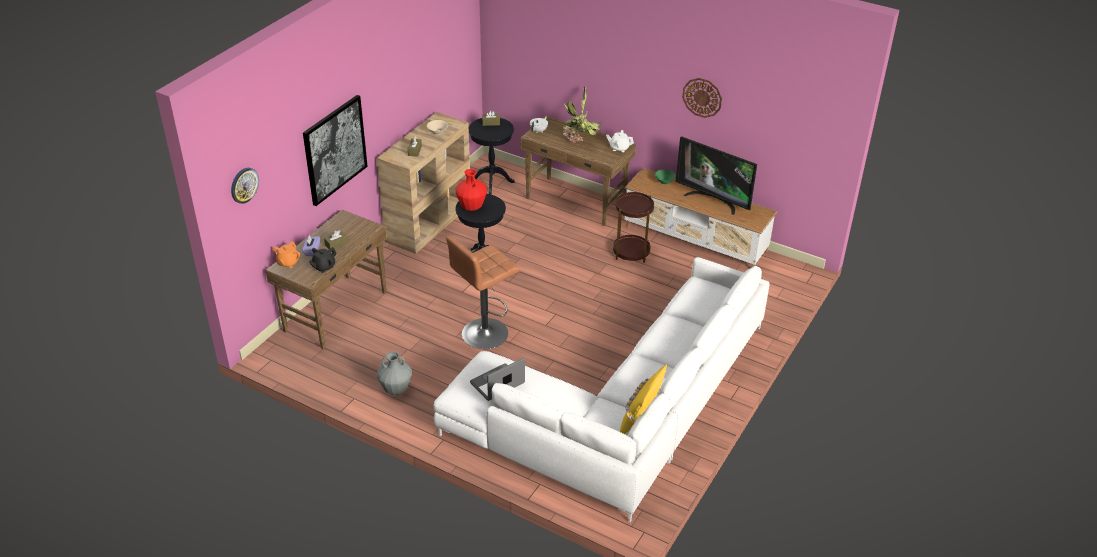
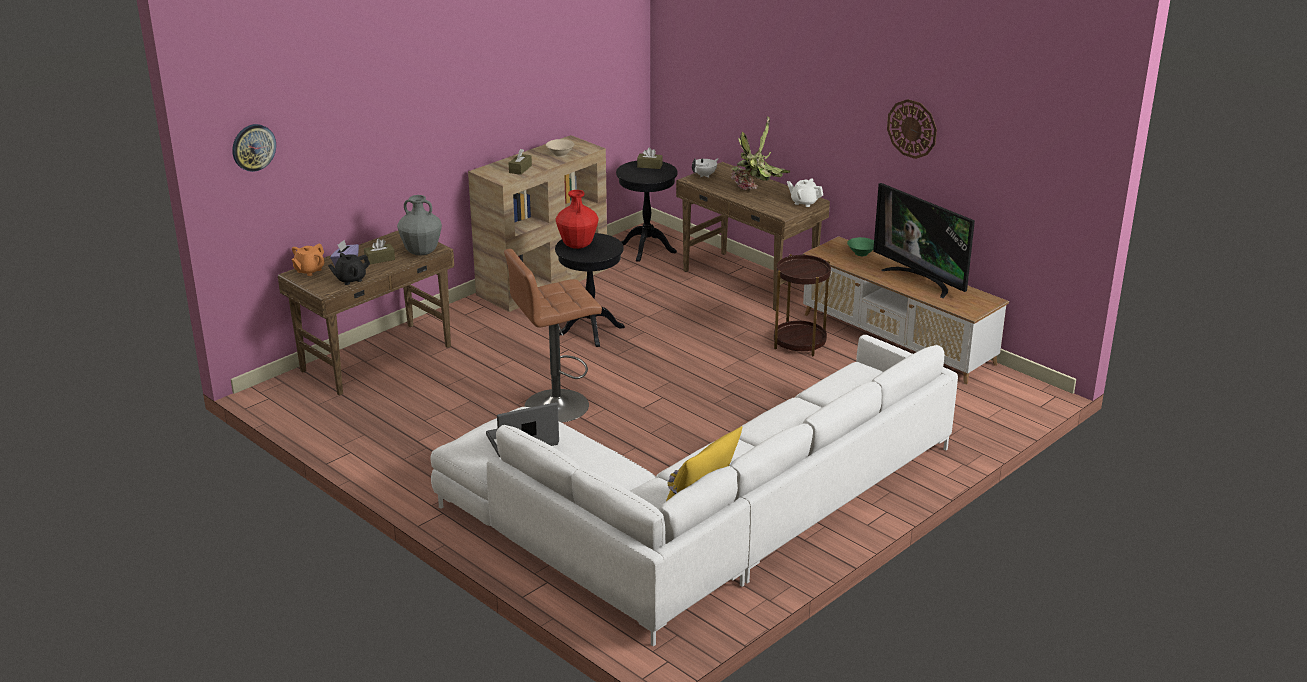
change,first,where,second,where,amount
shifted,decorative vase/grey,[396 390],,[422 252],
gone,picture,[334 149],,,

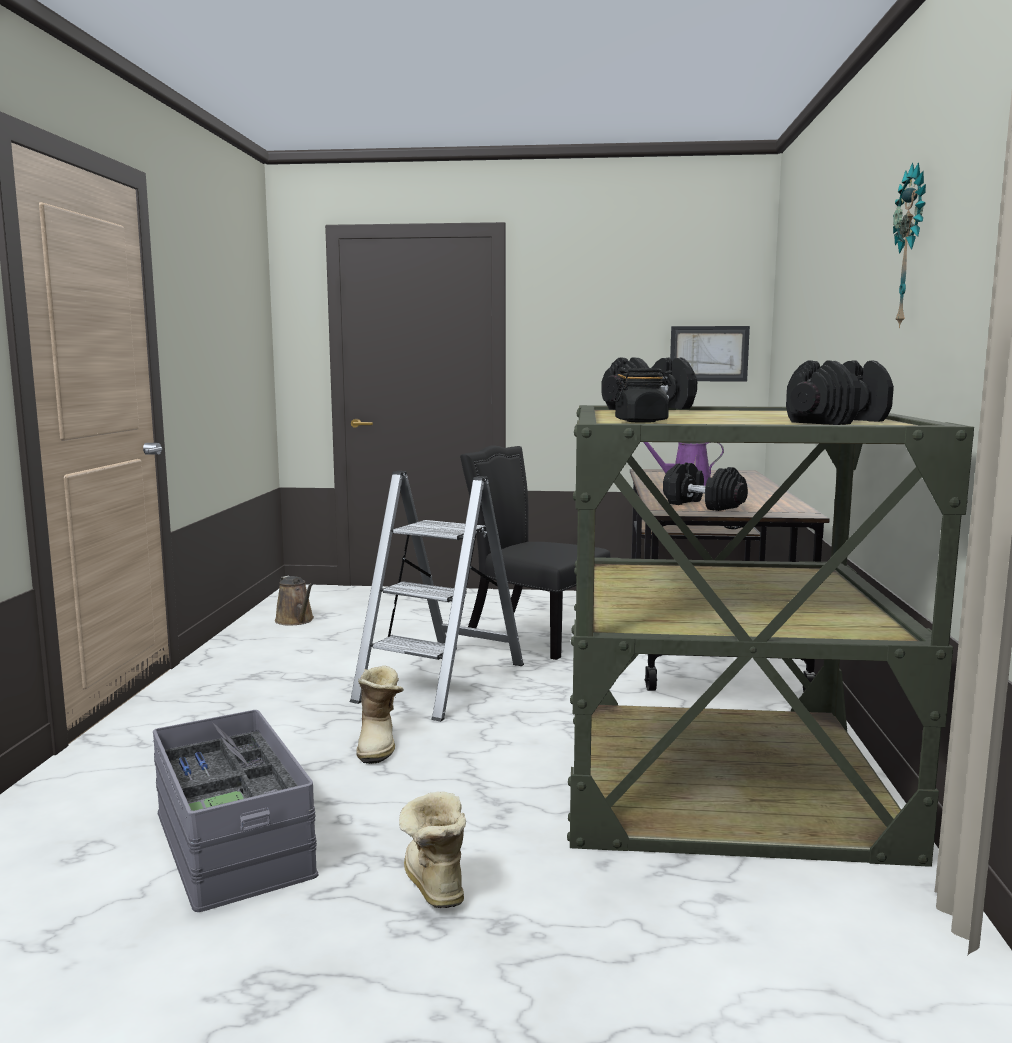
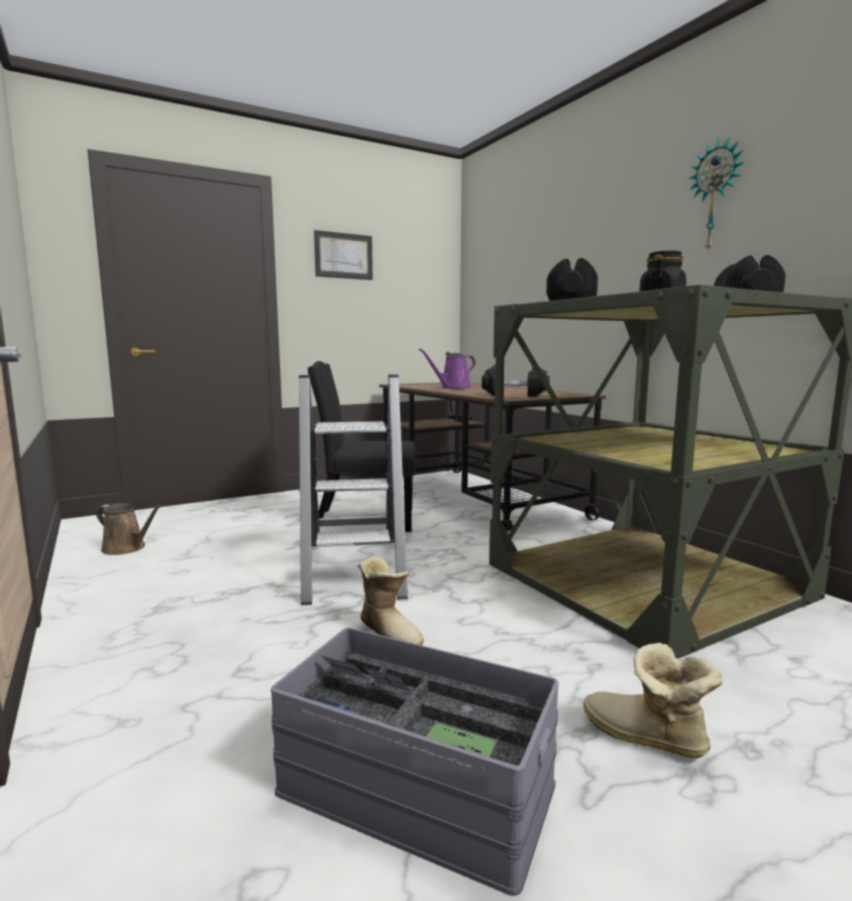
change,first,where,second,where,amount
shifted,picture,[709 353],,[343 256],

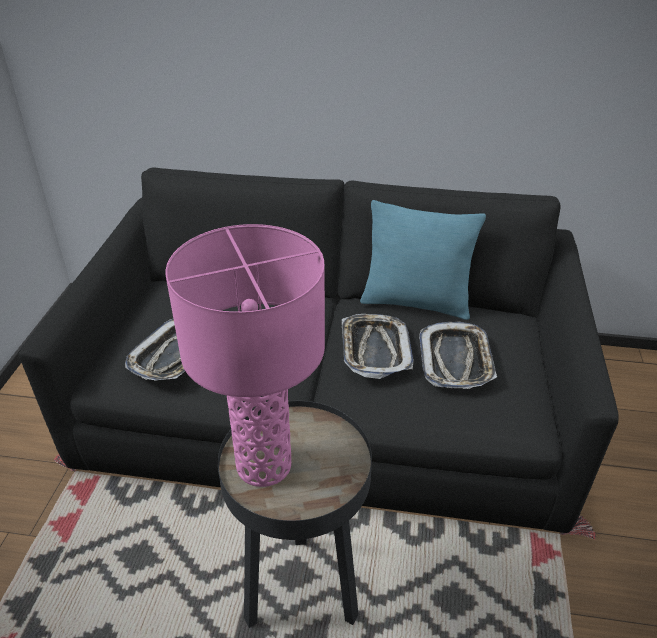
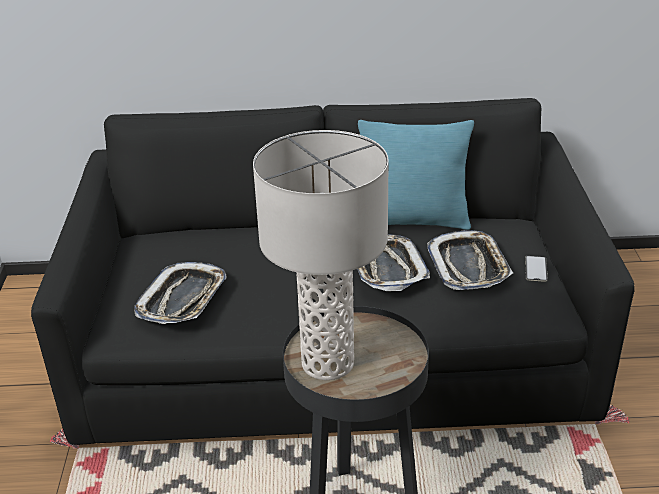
change,first,where,second,where,amount
repainted,lamp for a table/pink-coloured,[263 465],lamp for a table/whitish,[327 363],
new,,,handset,[536 269],

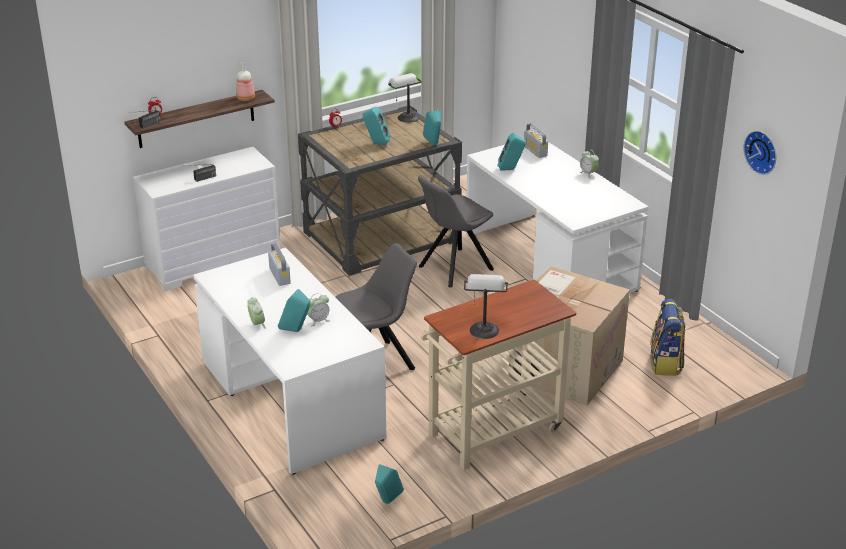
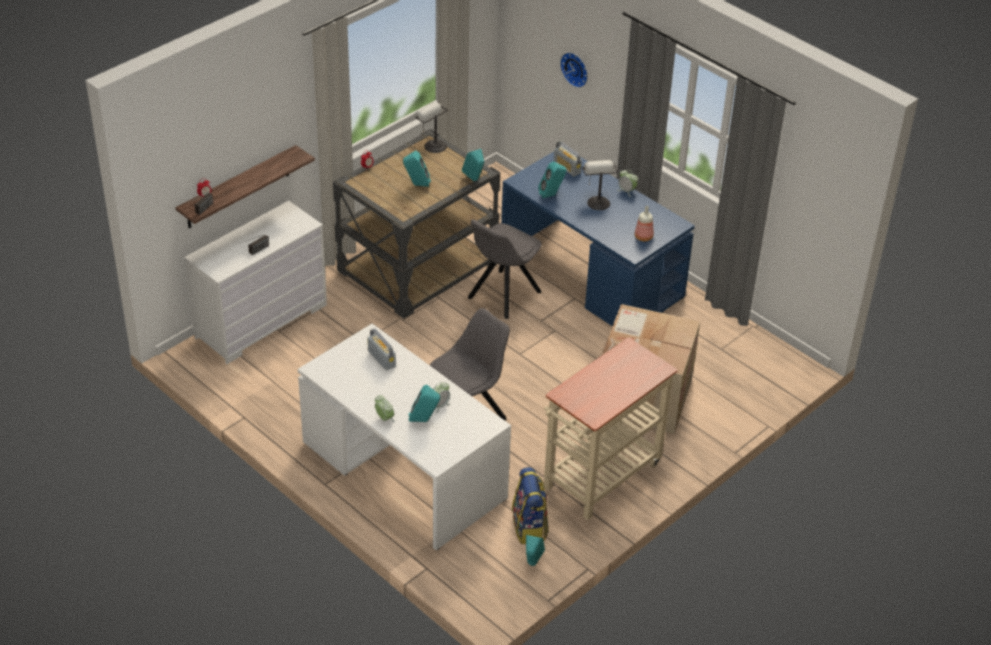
change,first,where,second,where,amount
repainted,desk unit/whitish,[550 262],desk unit/bluish,[591 274],
shifted,backpack,[666 363],,[530 527],
shifted,wall clock,[762 151],,[576 68],
shifted,lamp for a table,[483 326],,[597 200],
shifted,bottle,[246 99],,[644 237],

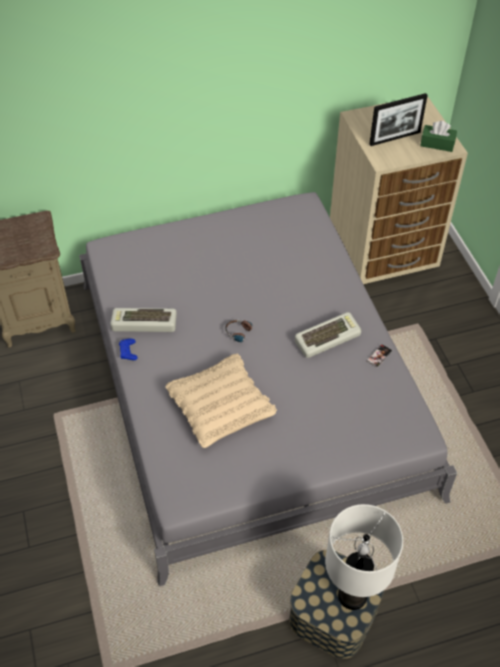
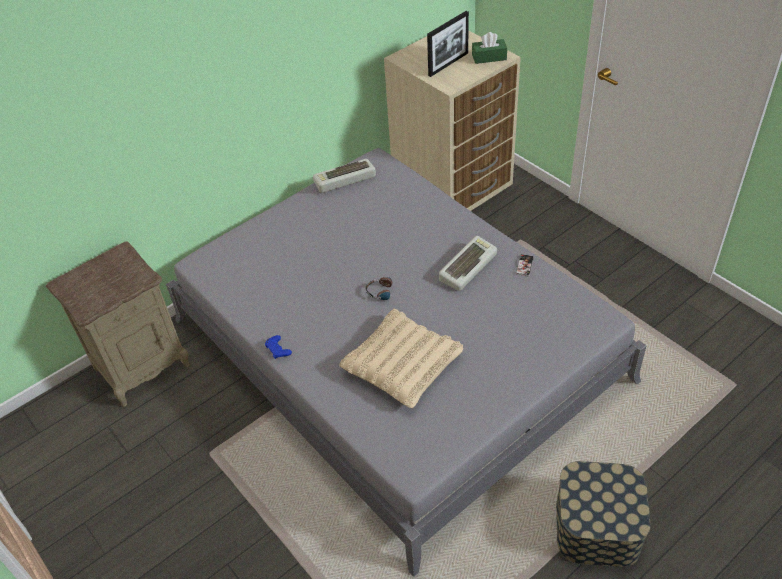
change,first,where,second,where,amount
shifted,computer keyboard,[143 324],,[344 180],
gone,lamp for a table/whitish,[353 595],,,

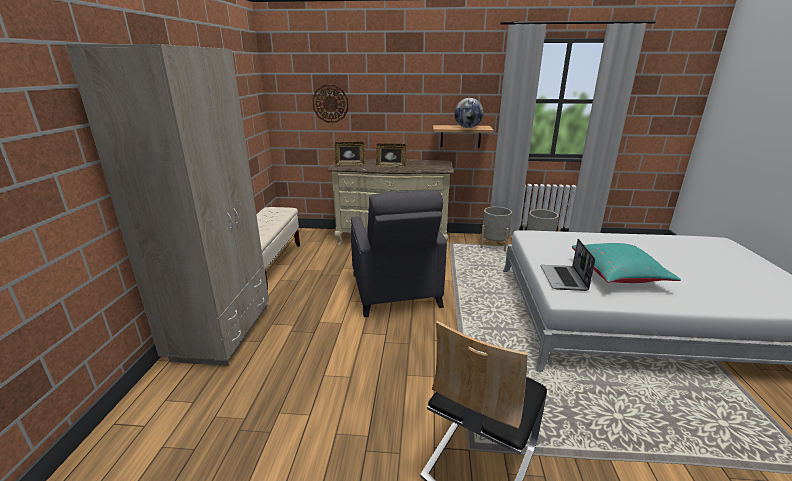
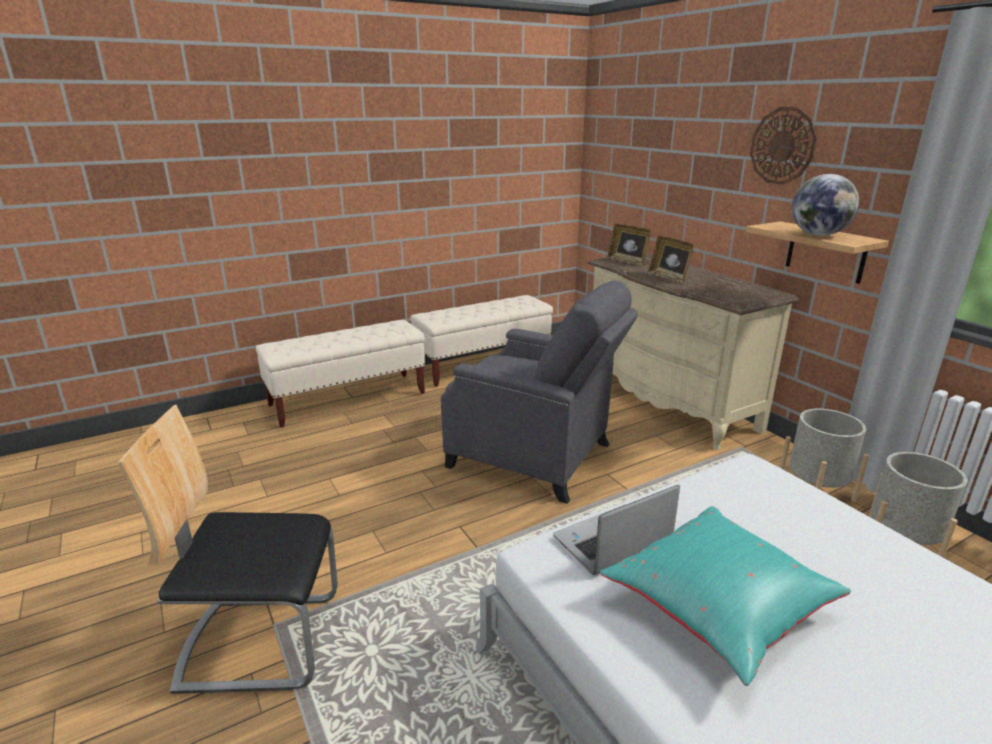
change,first,where,second,where,amount
swapped,armoire/beige-coloured,[222 332],indoor bench/beige-coloured,[348 399],
rotated,armchair/grey,[395 292],,[535 457],105 degrees counterclockwise
shifted,wall clock,[330 103],,[782 146],

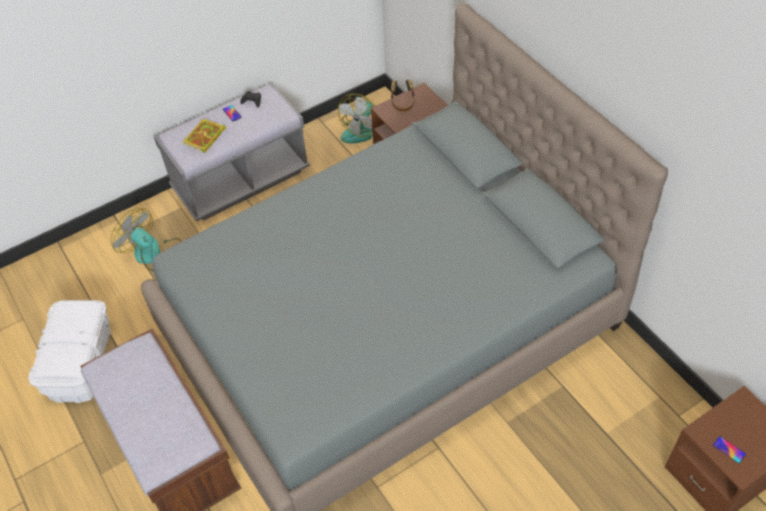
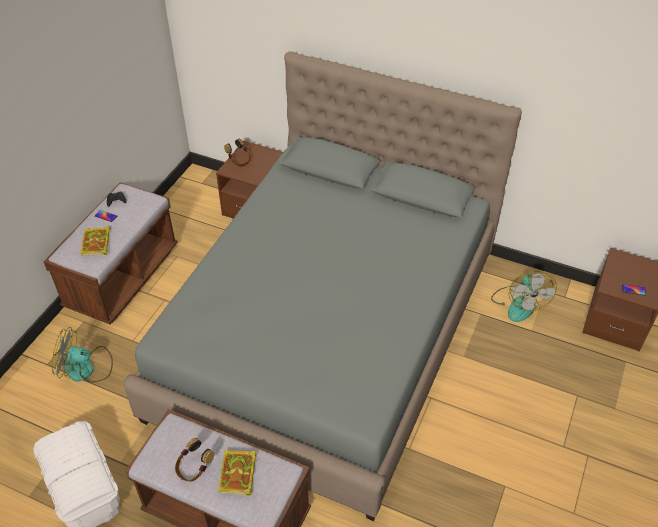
change,first,where,second,where,amount
repainted,indoor bench/grey,[241 180],indoor bench/brown-coloured,[123 278],
new,,,headset,[194 468],
new,,,bound book,[238 475],
shifted,cooling fan,[361 130],,[519 303],

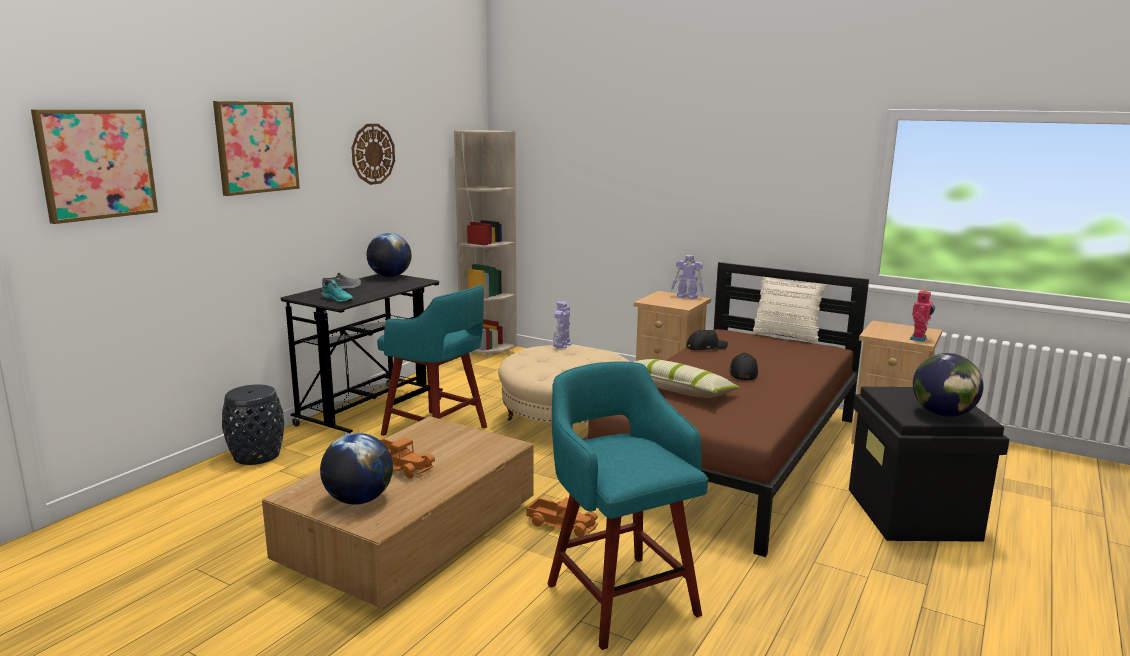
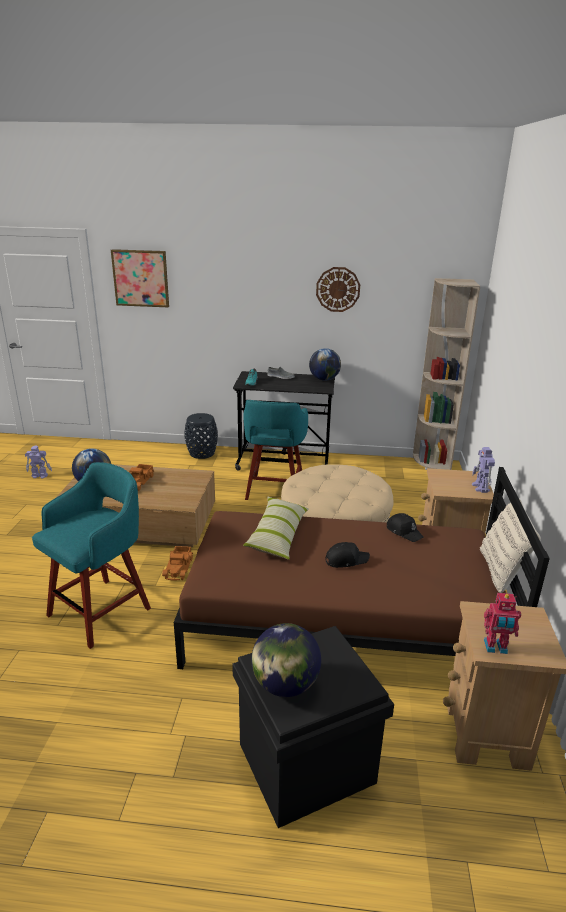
change,first,where,second,where,amount
shifted,model robot,[562 345],,[39 476],
gone,picture,[256 147],,,

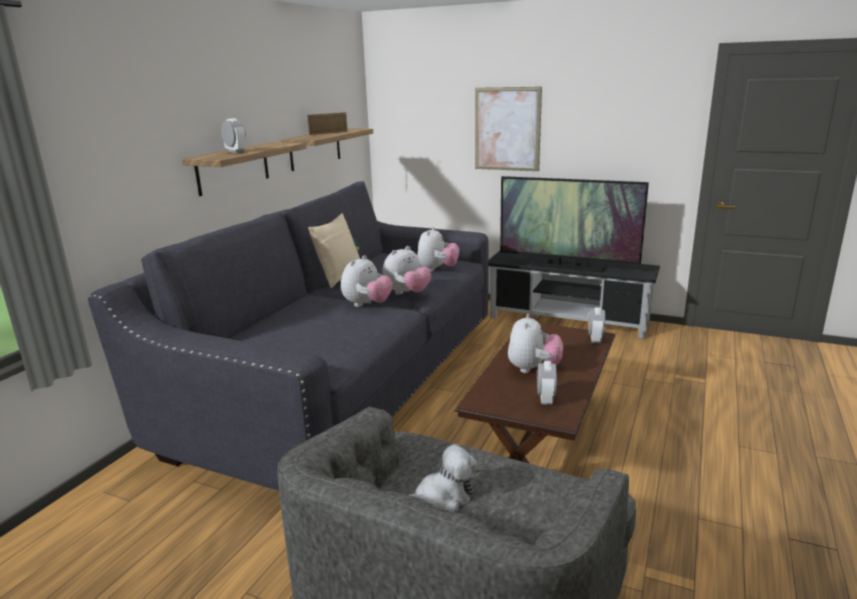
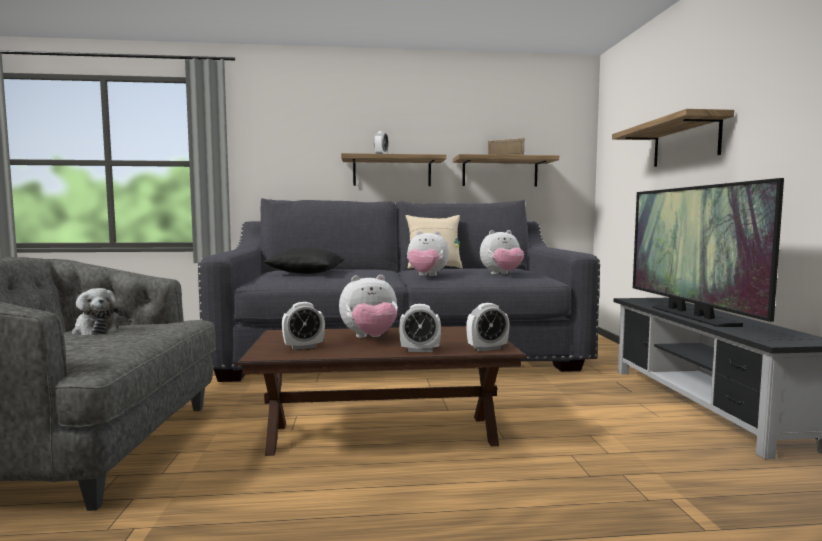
change,first,where,second,where,amount
new,,,throw pillow/black-coloured,[306 273],
new,,,table clock,[420 350],
swapped,picture,[507 129],bracket shelf,[685 142],
gone,soft toy,[367 304],,,

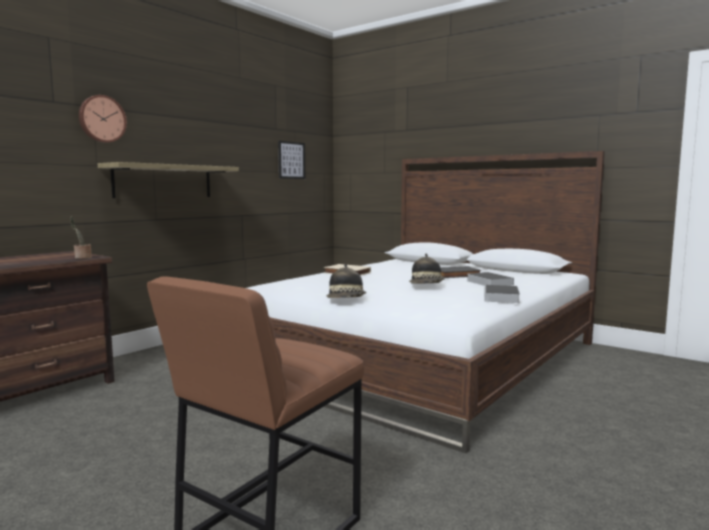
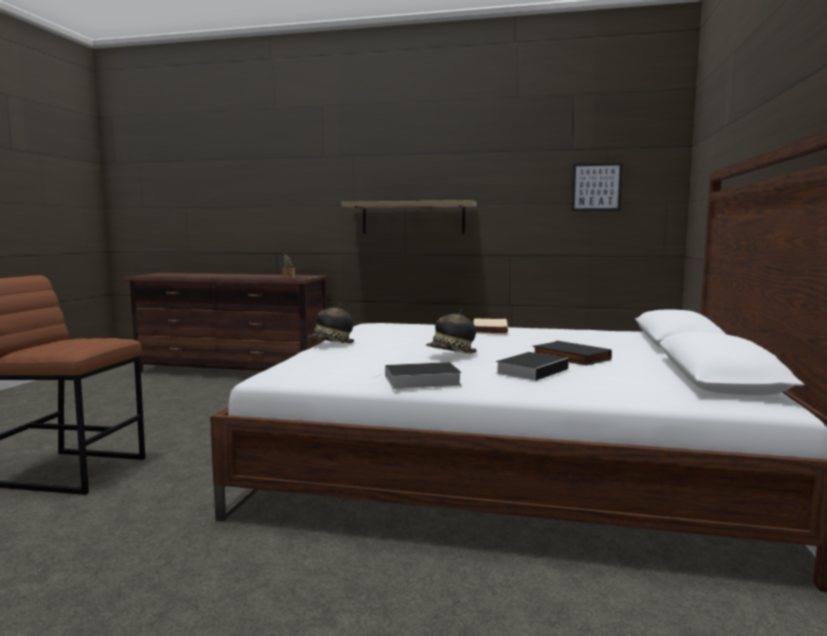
change,first,where,second,where,amount
gone,wall clock,[101 119],,,

